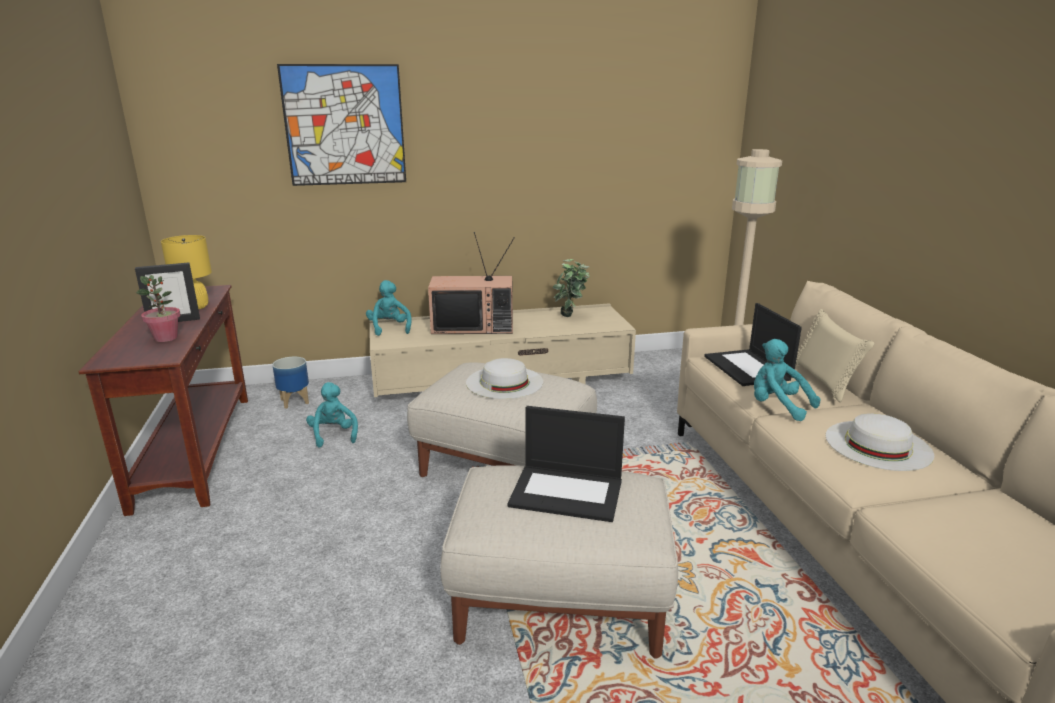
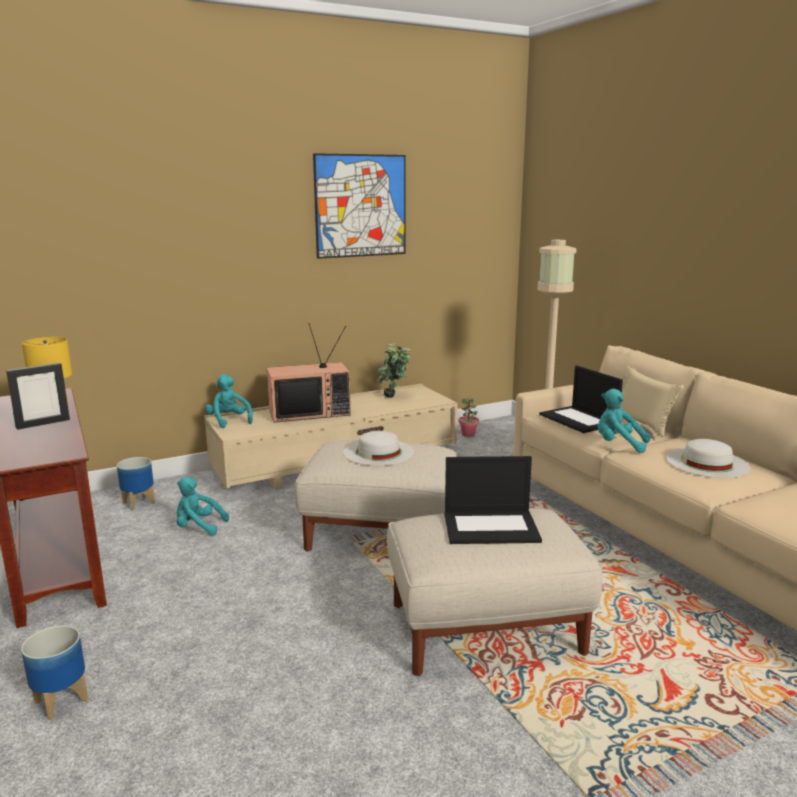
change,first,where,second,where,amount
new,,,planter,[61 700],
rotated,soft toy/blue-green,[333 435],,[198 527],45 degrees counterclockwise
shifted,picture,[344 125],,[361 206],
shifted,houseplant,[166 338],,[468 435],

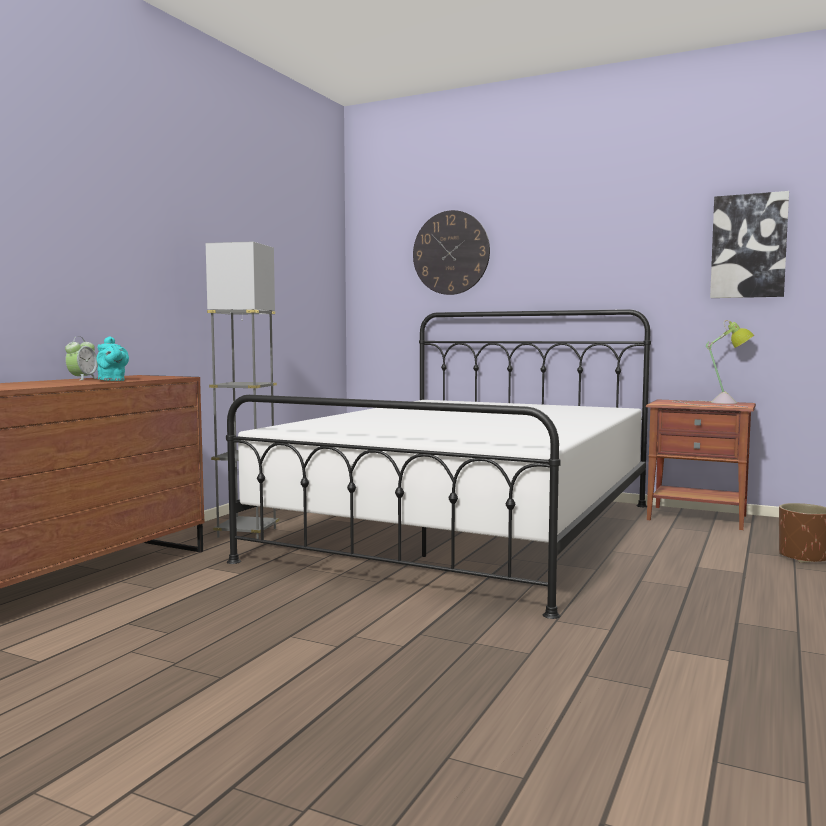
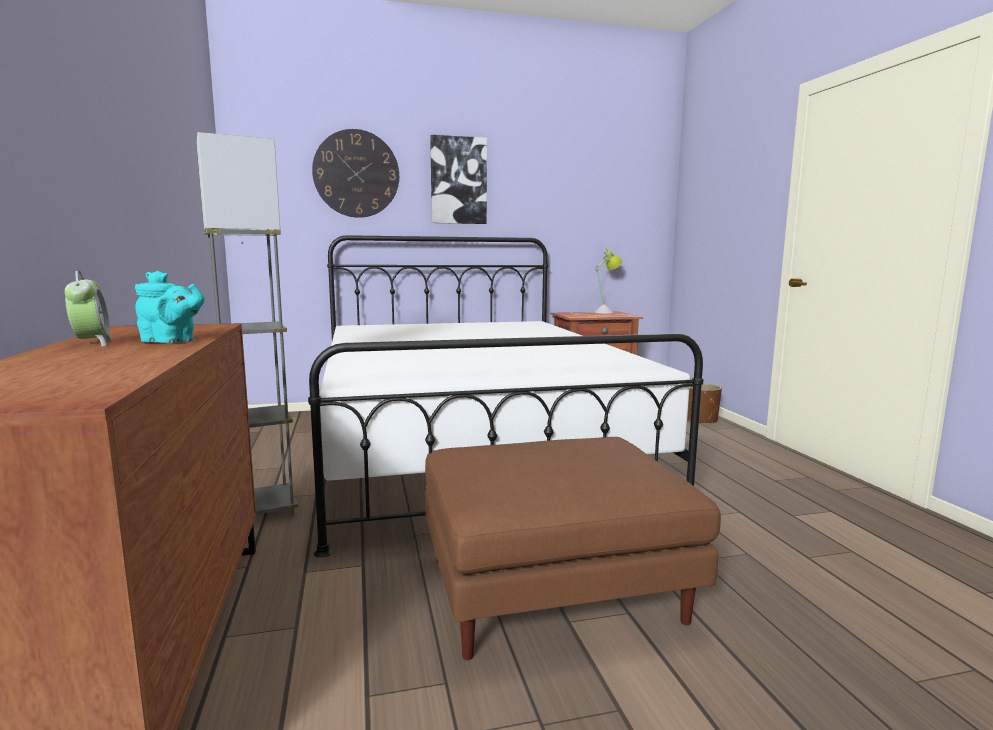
change,first,where,second,where,amount
new,,,footrest/brown-coloured,[555 588],
shifted,picture,[748 246],,[458 180],

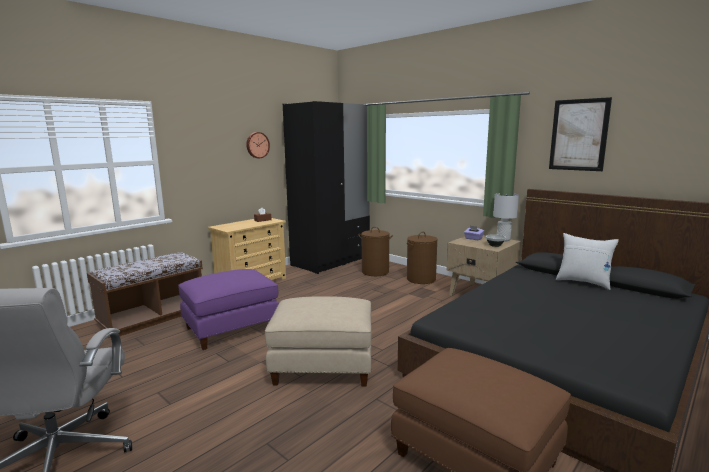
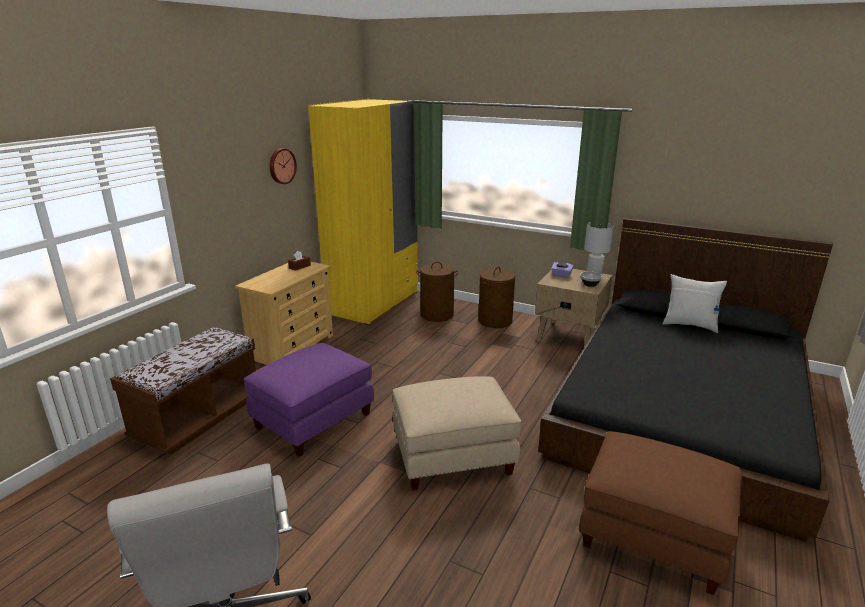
change,first,where,second,where,amount
repainted,armoire/black-coloured,[331 261],armoire/yellowish,[373 303],
gone,picture,[578 135],,,

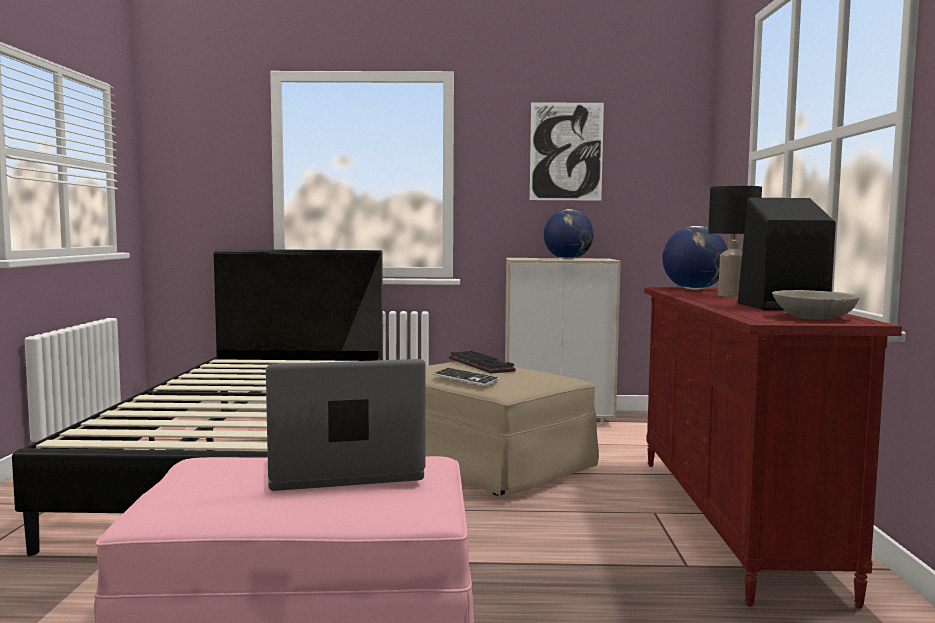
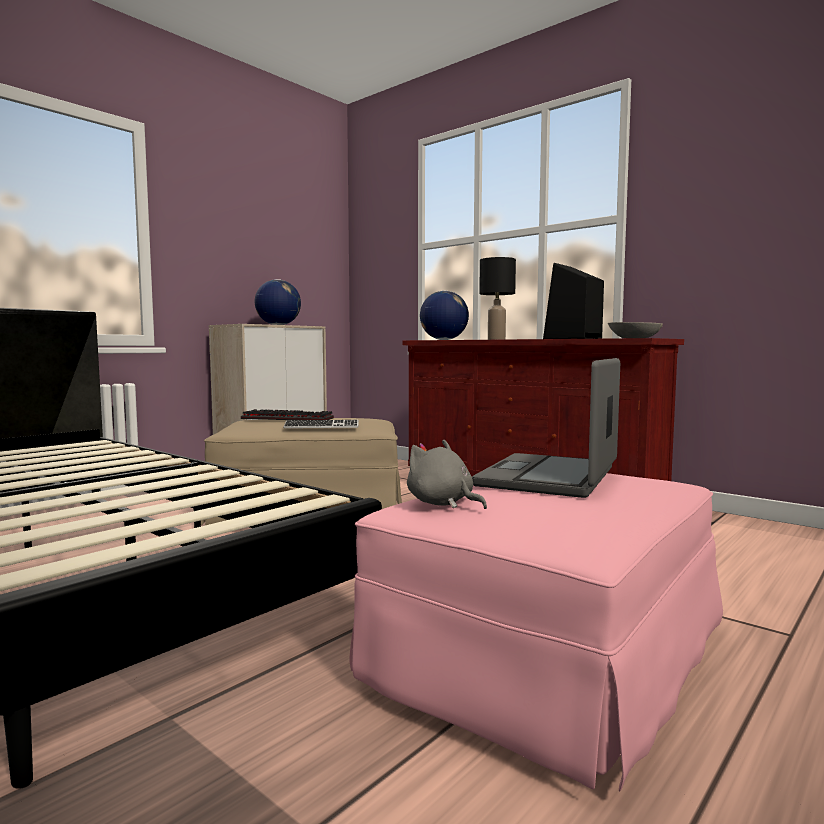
change,first,where,second,where,amount
new,,,soft toy/grey,[442 504],
gone,picture,[566 151],,,

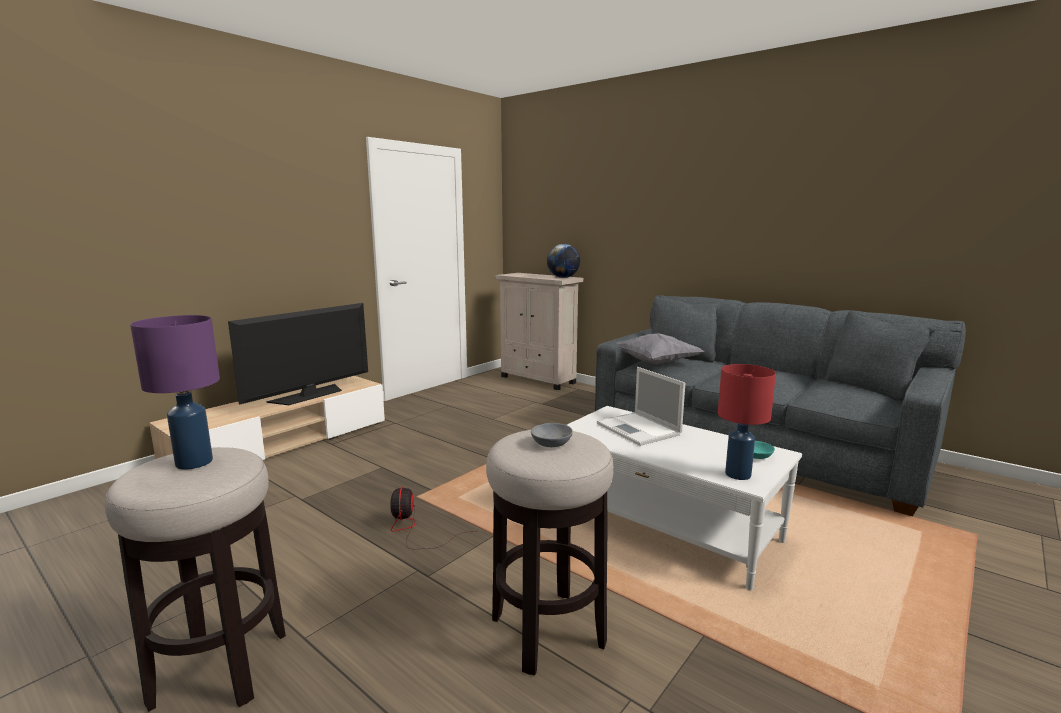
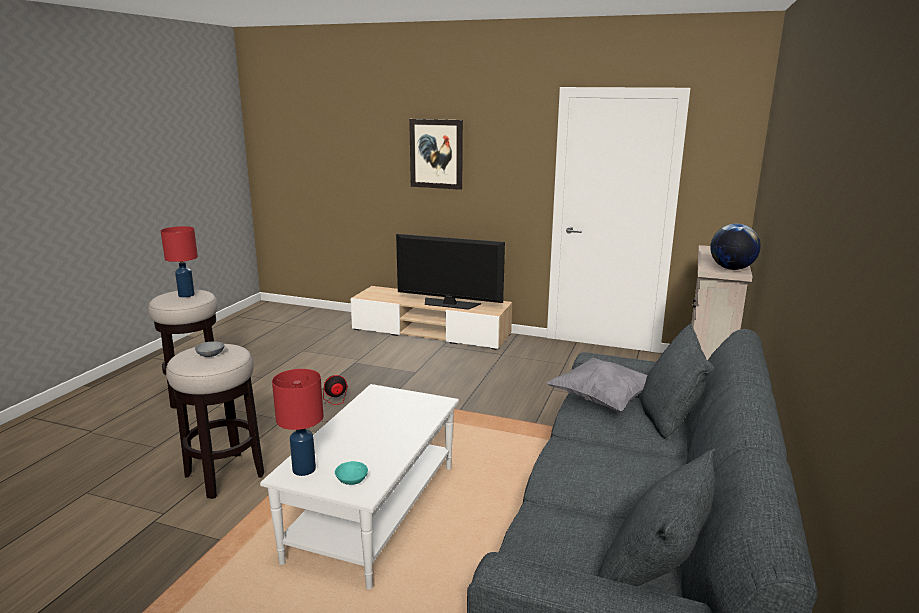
change,first,where,second,where,amount
repainted,lamp for a table/purplish,[195 462],lamp for a table/red-coloured,[187 295],
new,,,picture,[436 154],
gone,notebook computer,[639 429],,,

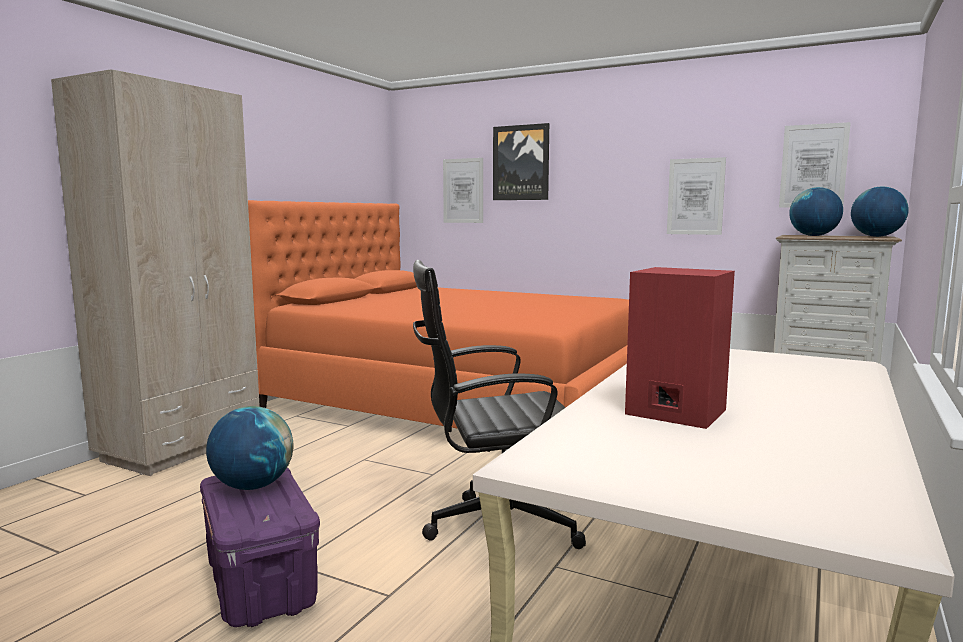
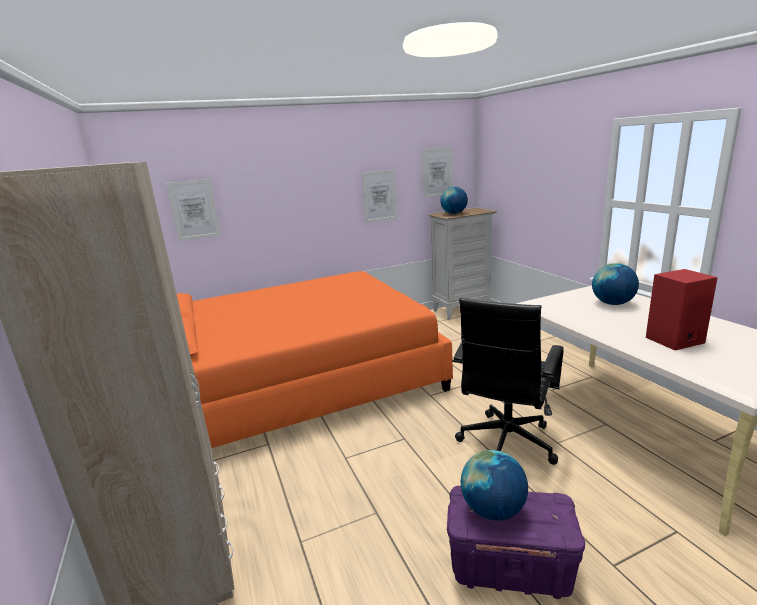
change,first,where,second,where,amount
shifted,desk globe,[876 236],,[612 303],
gone,picture,[521 163],,,

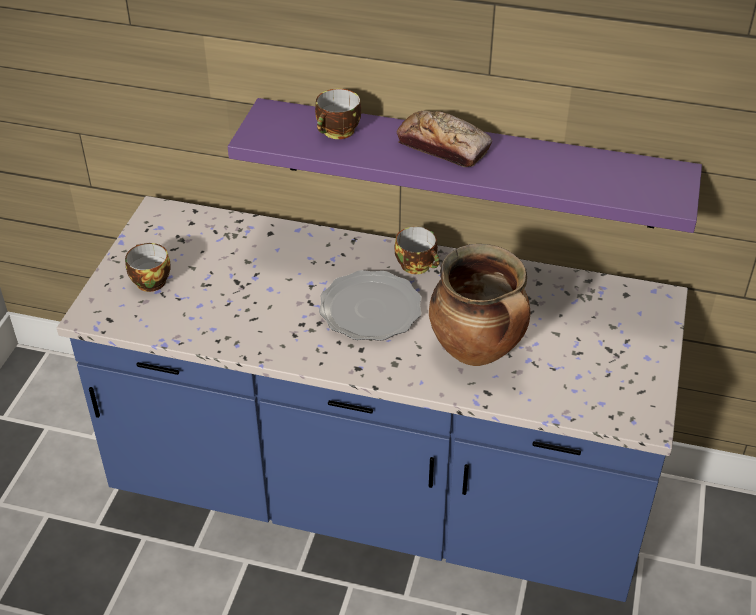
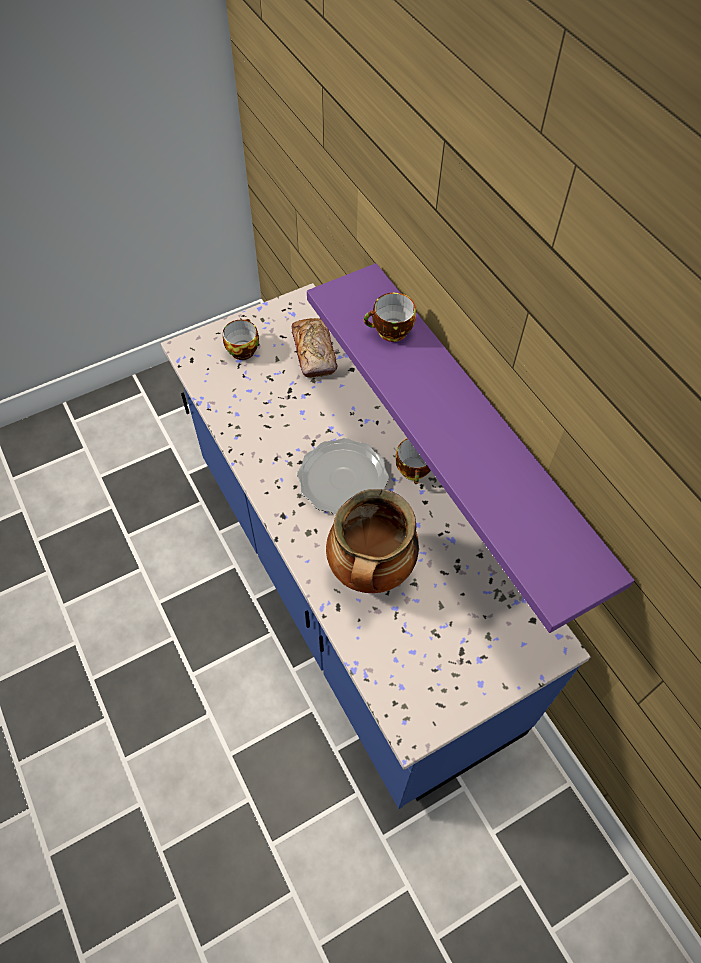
change,first,where,second,where,amount
shifted,bakery bread,[443 147],,[314 352],

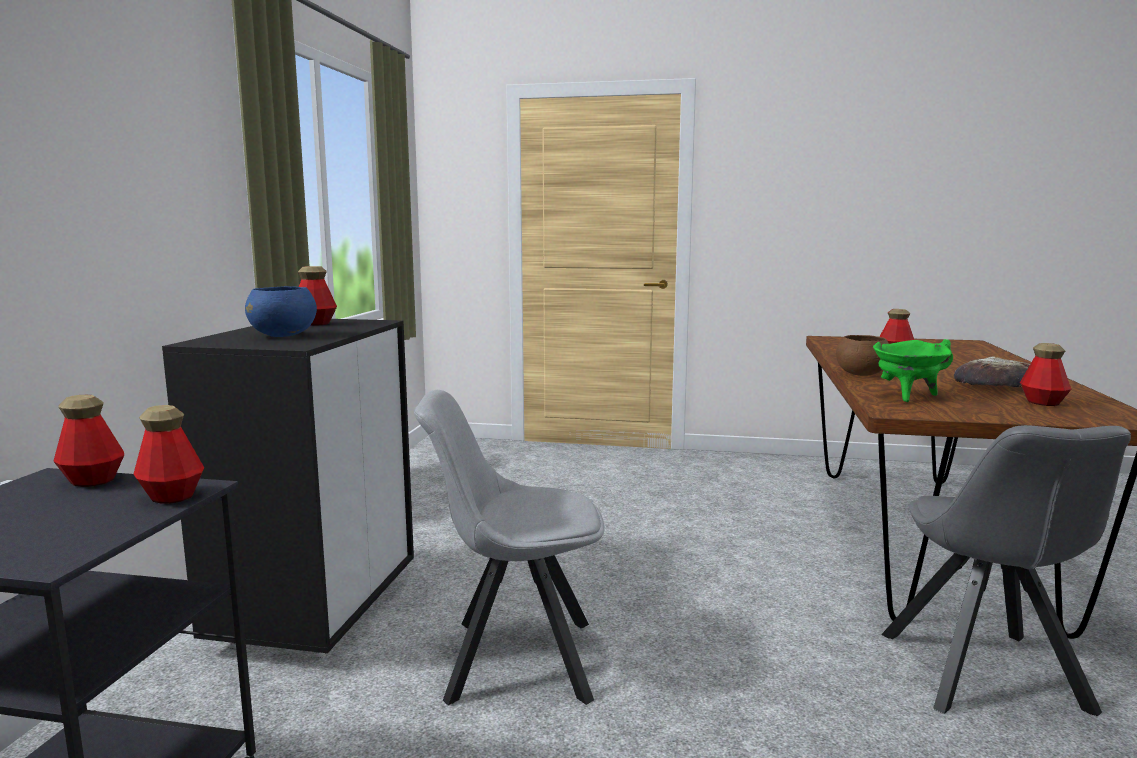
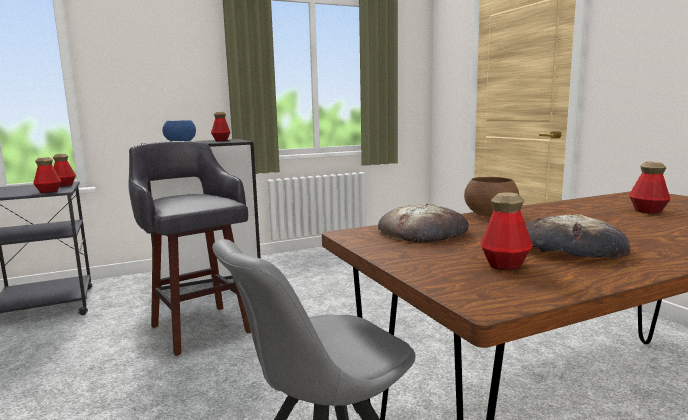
change,first,where,second,where,amount
swapped,chair/grey,[516 660],stool seat/grey,[199 327],
swapped,saucepot/green-coloured,[907 396],bakery bread,[423 231],

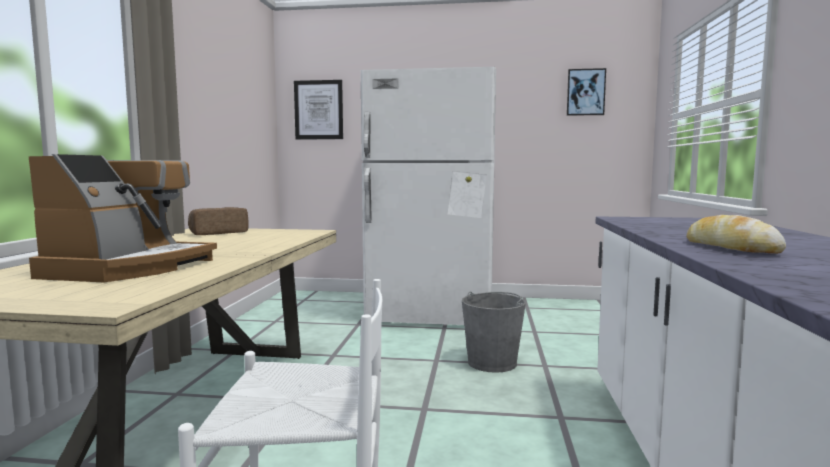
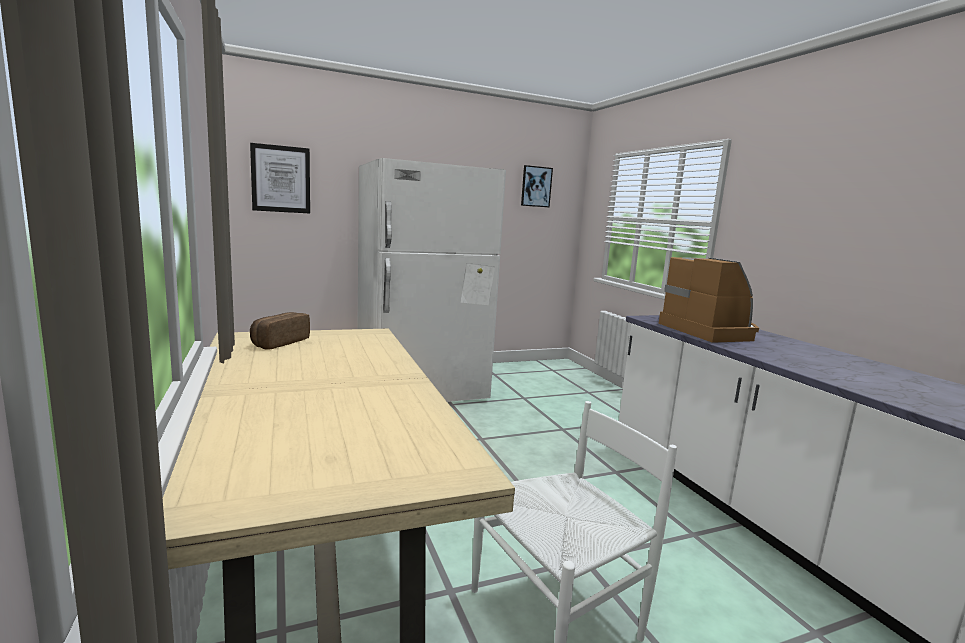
change,first,where,second,where,amount
shifted,coffee maker,[130 268],,[709 331],
gone,pail/grey,[492 362],,,
gone,bakery bread,[730 248],,,

